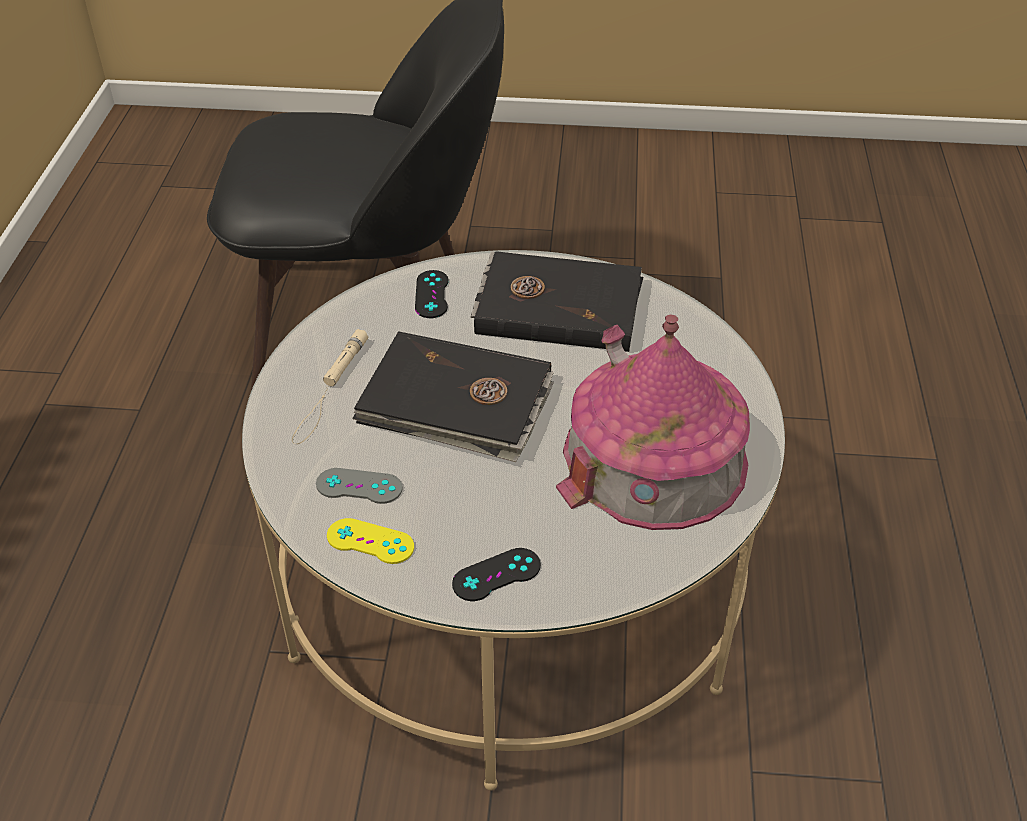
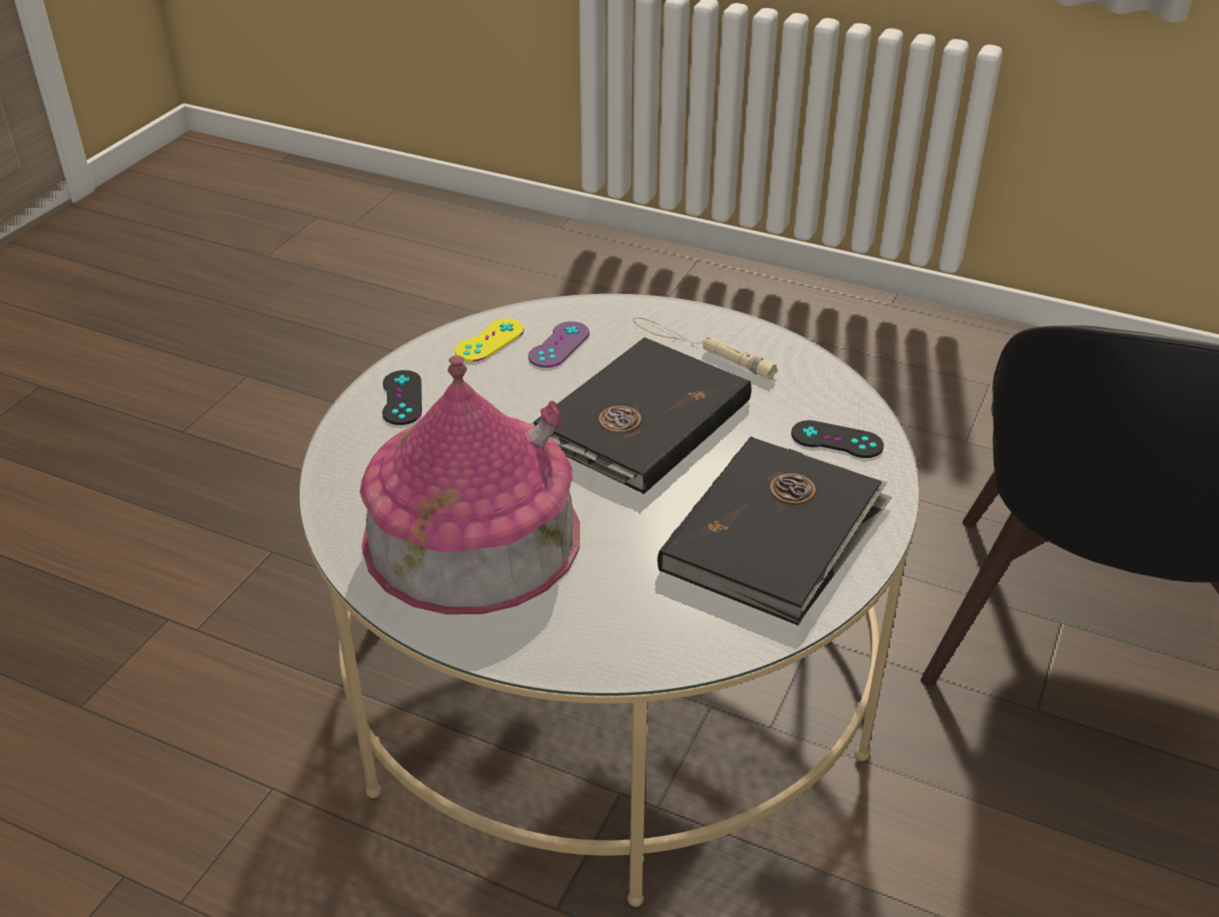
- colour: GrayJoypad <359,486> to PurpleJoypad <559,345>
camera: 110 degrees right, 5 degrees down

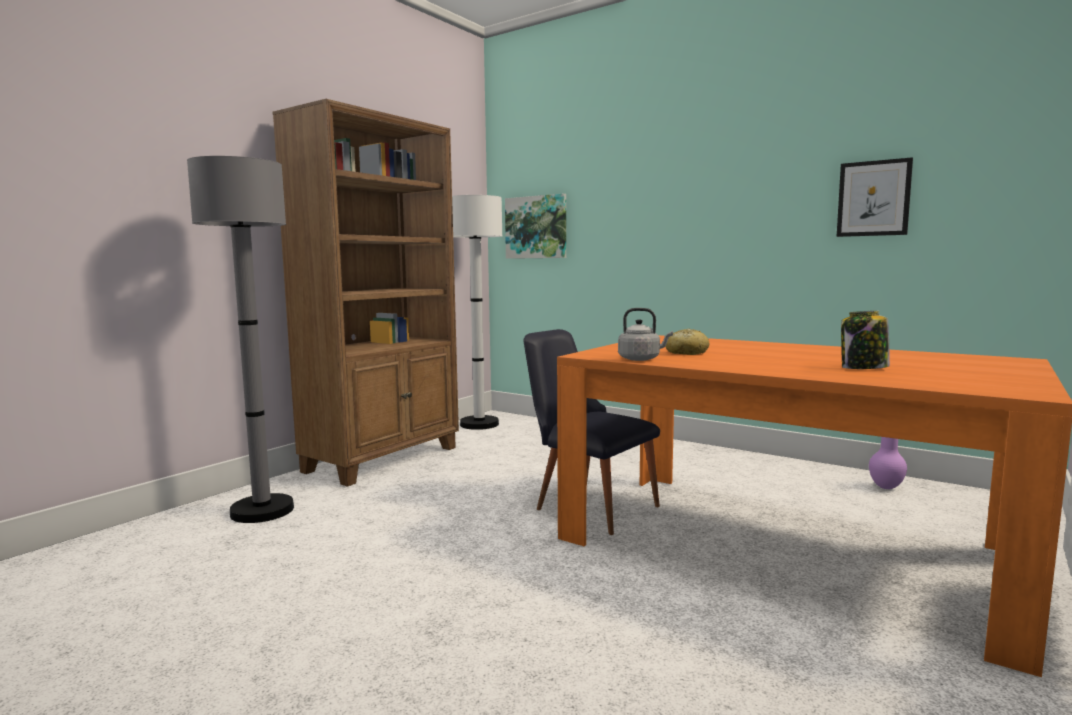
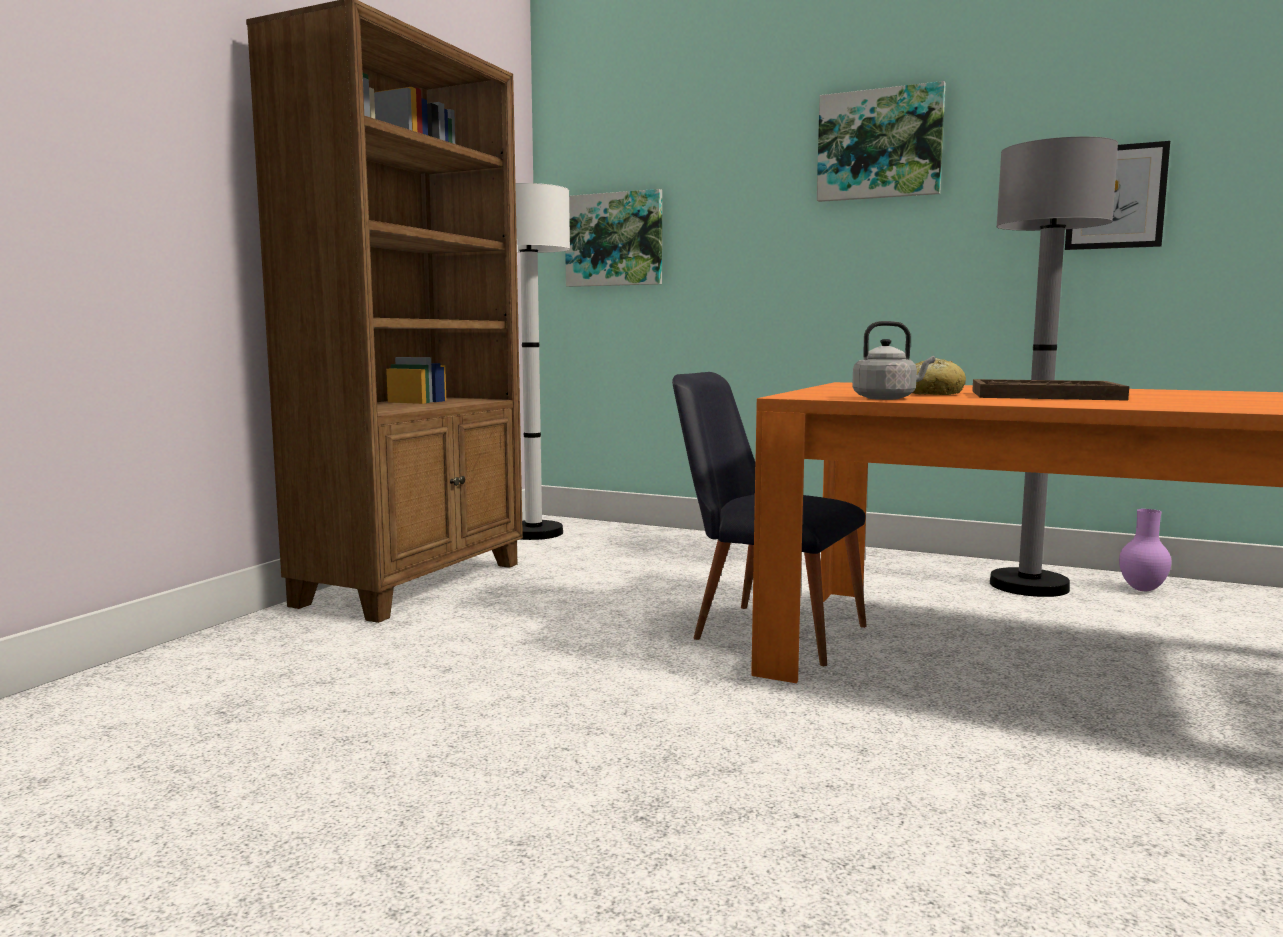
- relocated: GrayStandingLamp <262,511> to <1028,586>
- missing: PreserveJar <863,368>
- appeared: WallPicture <879,144>
- appeared: BrownCarryingTray <1044,395>
camera: 10 degrees left, 0 degrees up

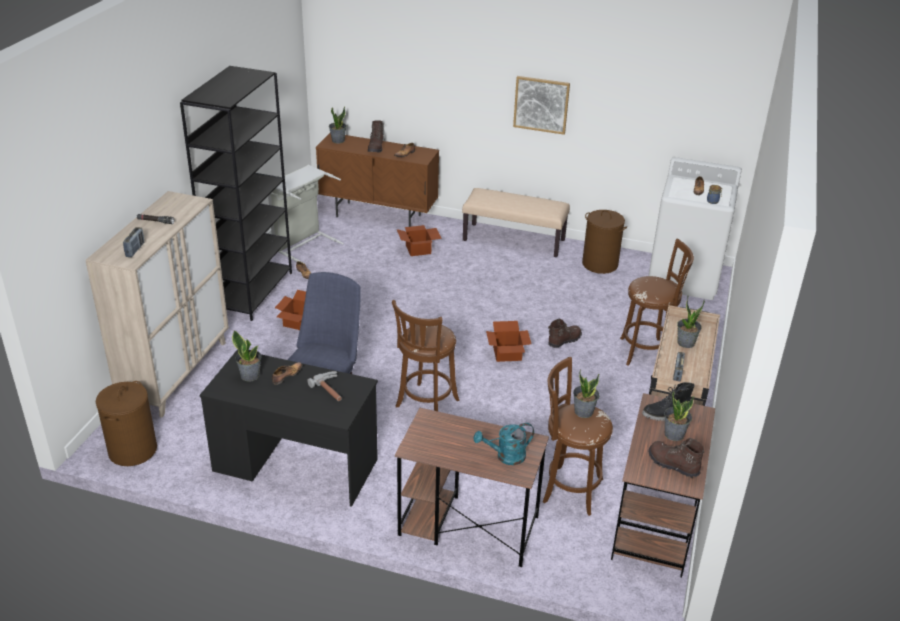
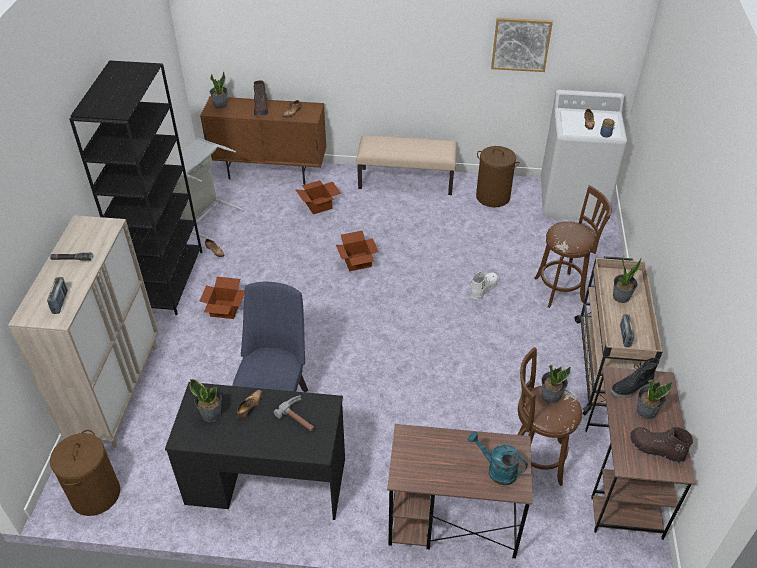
- relocated: WallPicture <541,104> to <521,44>
- missing: BrownStoolSeat <425,405>
- colour: BrownBoot <563,340> to WhiteColouredBoot <483,289>
- relocated: CardboardBox <507,354> to <357,262>
- spun: TurquoiseWateringCan <505,457> = <497,470> 60 degrees clockwise
camera: 10 degrees left, 10 degrees up

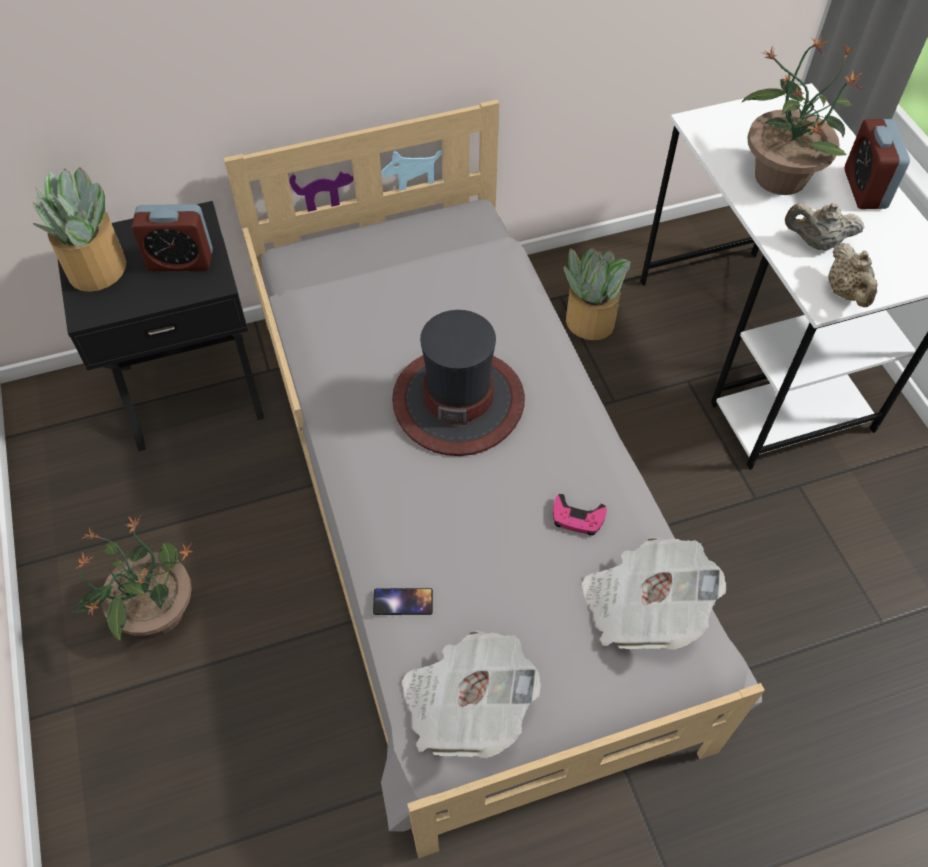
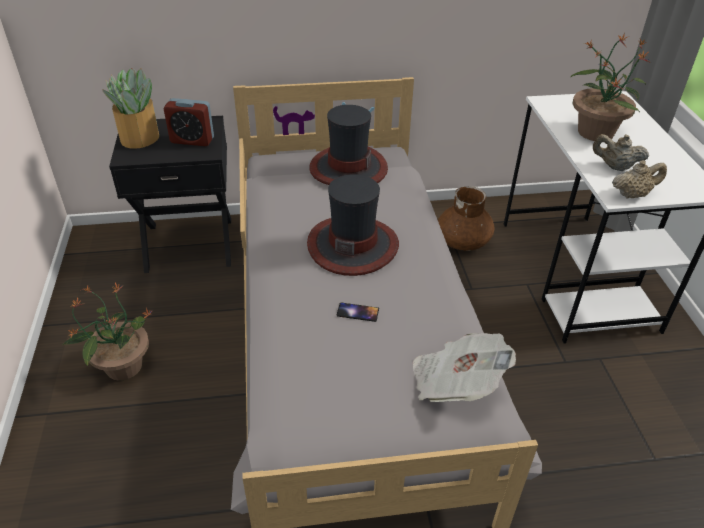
- missing: TableClock <864,189>
- spun: BeigeTeapot <846,293> = <632,195> 105 degrees counterclockwise
- exchanged: PlantInAPot <589,321> to BrownFlowerVase <463,241>
- missing: PinkColouredJoypad <577,518>
- relocated: Telephone <403,601> to <357,312>
- missing: Newspaper <466,705>
- appeared: WearableHat <348,168>
camera: 10 degrees right, 15 degrees down

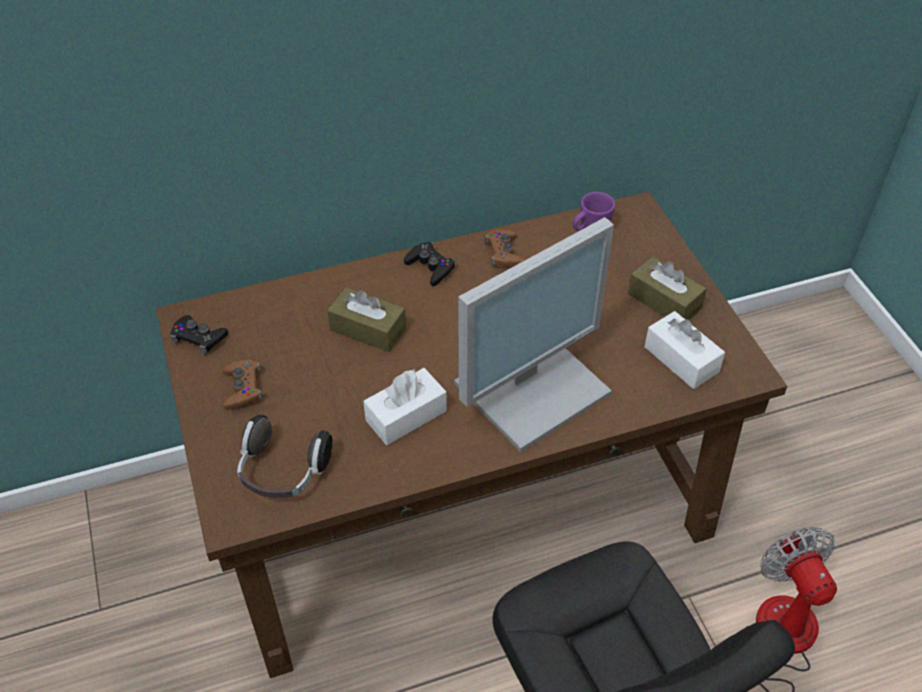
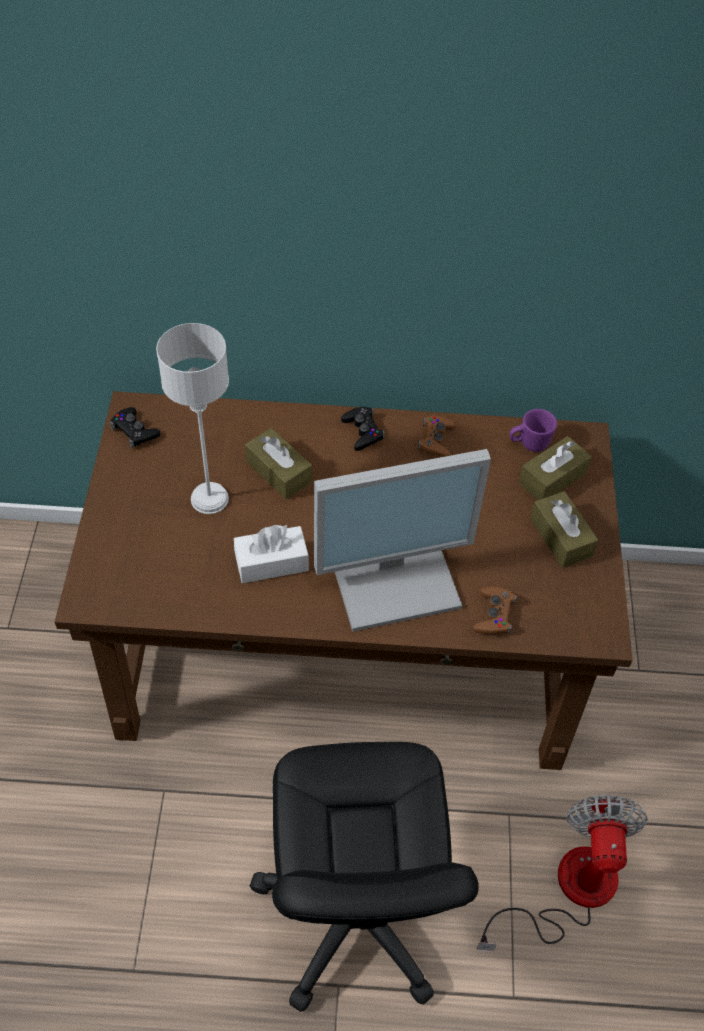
- missing: WhiteColouredTissueHolder <681,359>
- relocated: BrownJoypad <243,388> to <494,615>
- missing: PairOfHeadphones <283,472>
- appeared: GrayLampForATable <209,498>
- appeared: BrownTissueHolder <552,478>
camera: 20 degrees right, 5 degrees up

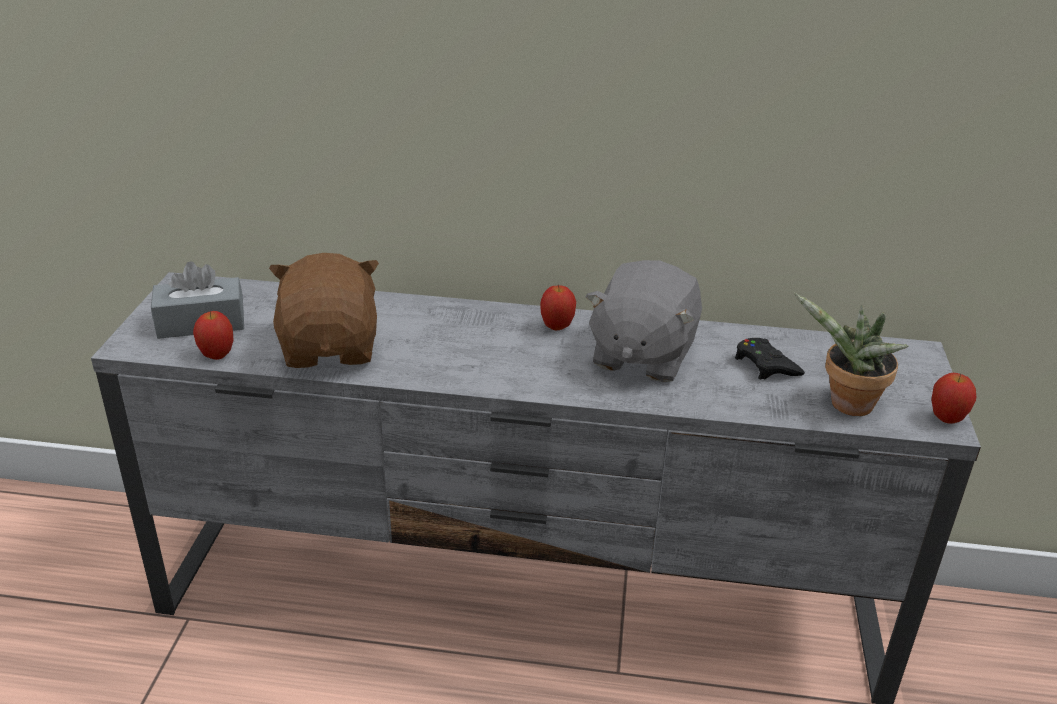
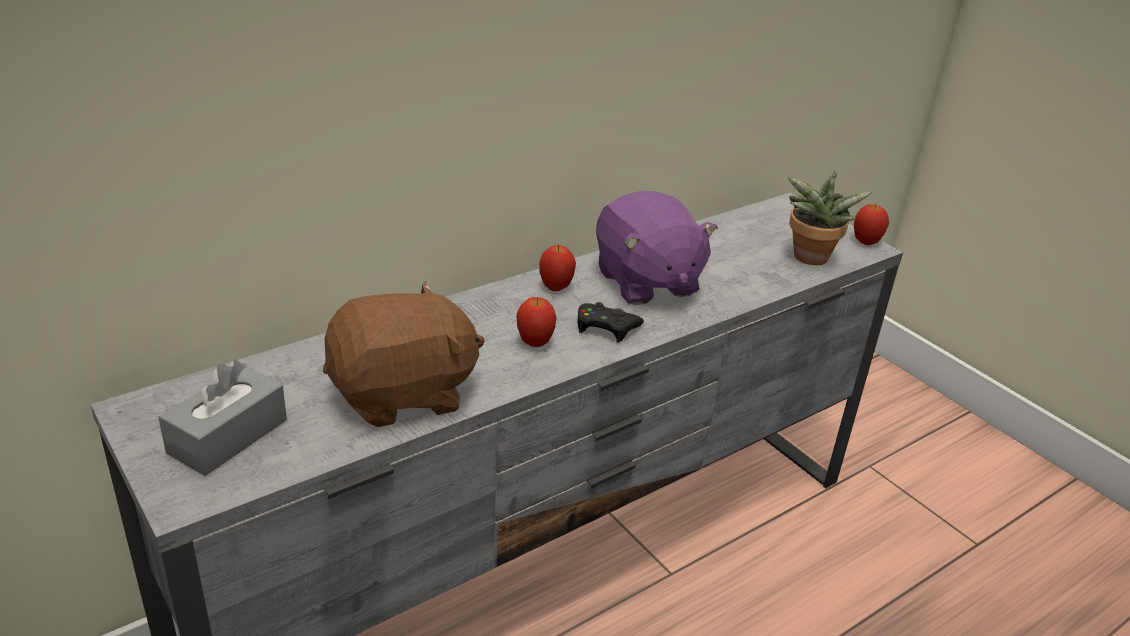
- spun: BrownSoftToy <331,348> = <403,394> 120 degrees clockwise
- colour: GraySoftToy <641,355> to PurpleSoftToy <646,282>
- relocated: AppleFruit <217,355> to <535,343>
- relocated: BlackColouredJoypad <765,365> to <606,327>
camera: 45 degrees left, 0 degrees up

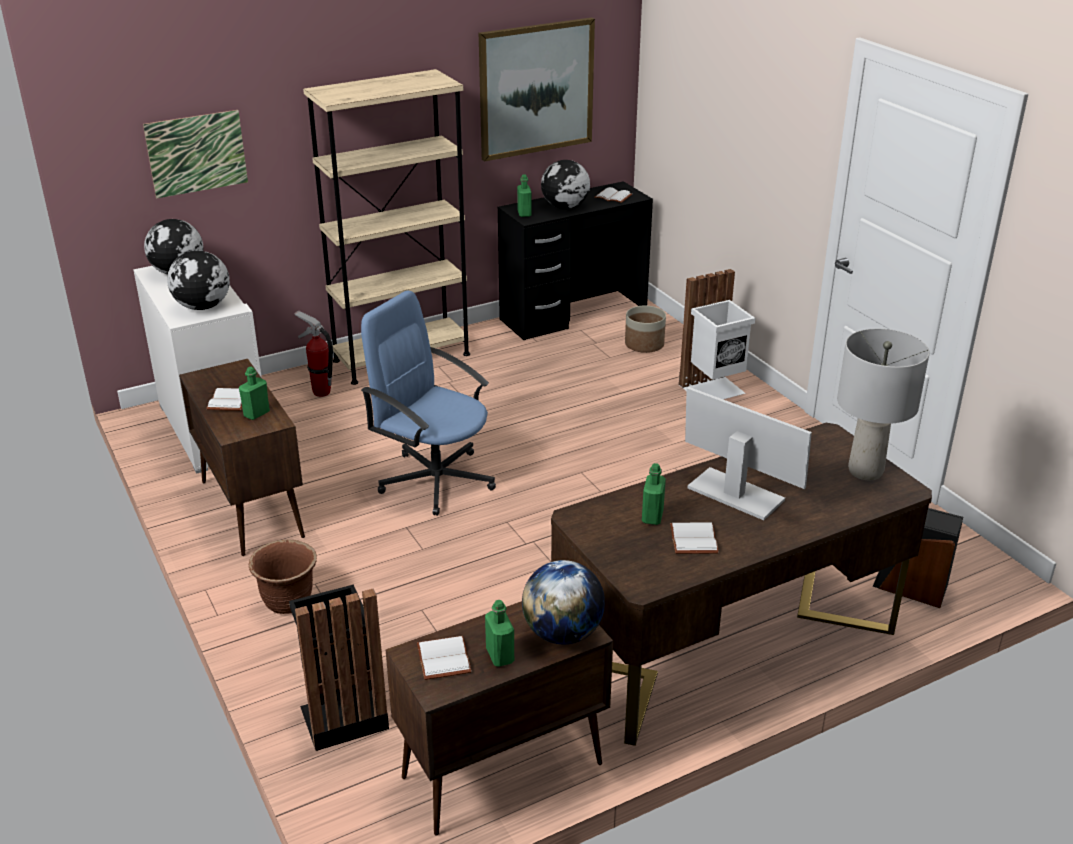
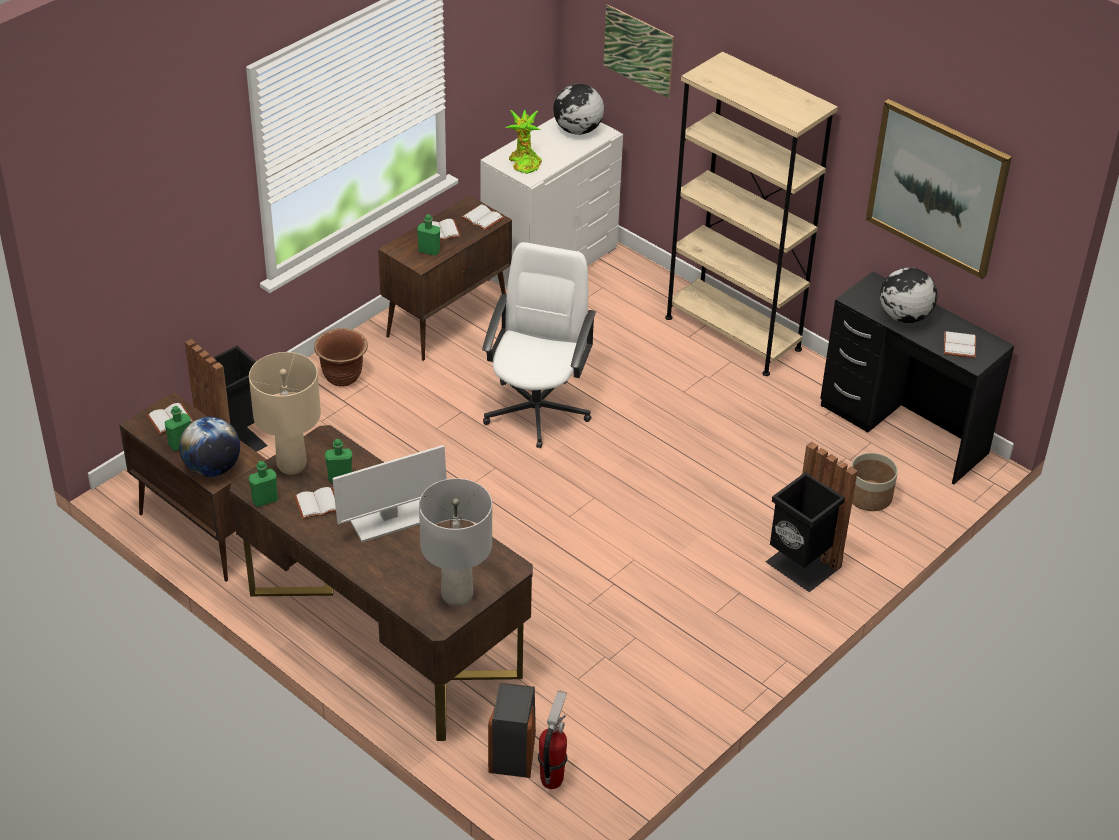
- relocated: GreenishBeverageBottle <524,213> to <265,500>
- exchanged: Globe <203,307> to PlantInAPot <524,163>
- colour: WhiteColouredTrashCan <714,390> to BlackColouredTrashCan <801,566>
- colour: BlueColouredOfficeChair <435,479> to WhiteColouredOfficeChair <537,410>
- relocated: FireExtinguisher <321,392> to <552,780>
- spun: ComputerDisplay <736,494> = <389,520> 45 degrees clockwise
- appeared: WhiteColouredVolume <481,219>
- appeared: BeigeLampForATable <292,465>
camera: 70 degrees right, 10 degrees up

